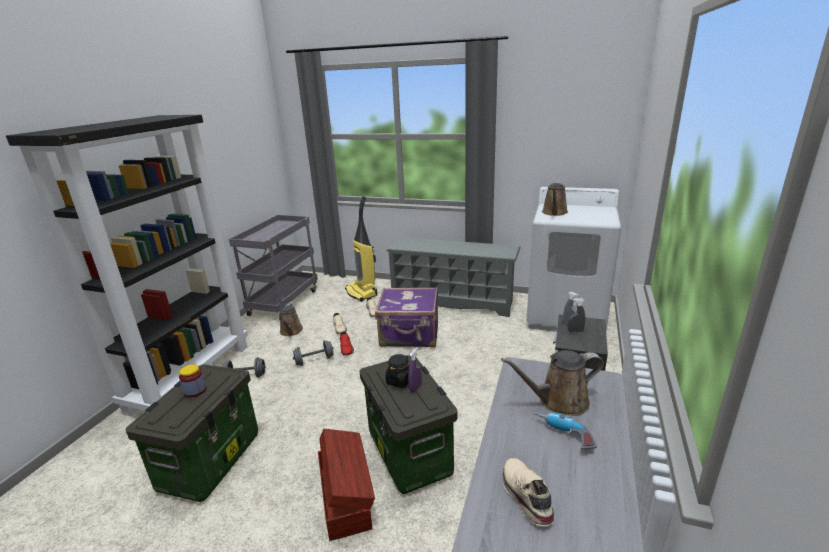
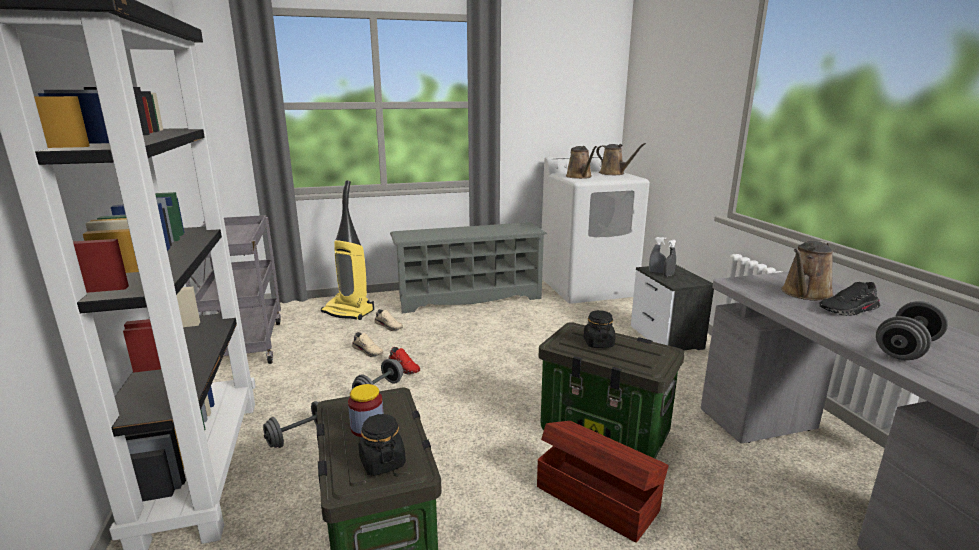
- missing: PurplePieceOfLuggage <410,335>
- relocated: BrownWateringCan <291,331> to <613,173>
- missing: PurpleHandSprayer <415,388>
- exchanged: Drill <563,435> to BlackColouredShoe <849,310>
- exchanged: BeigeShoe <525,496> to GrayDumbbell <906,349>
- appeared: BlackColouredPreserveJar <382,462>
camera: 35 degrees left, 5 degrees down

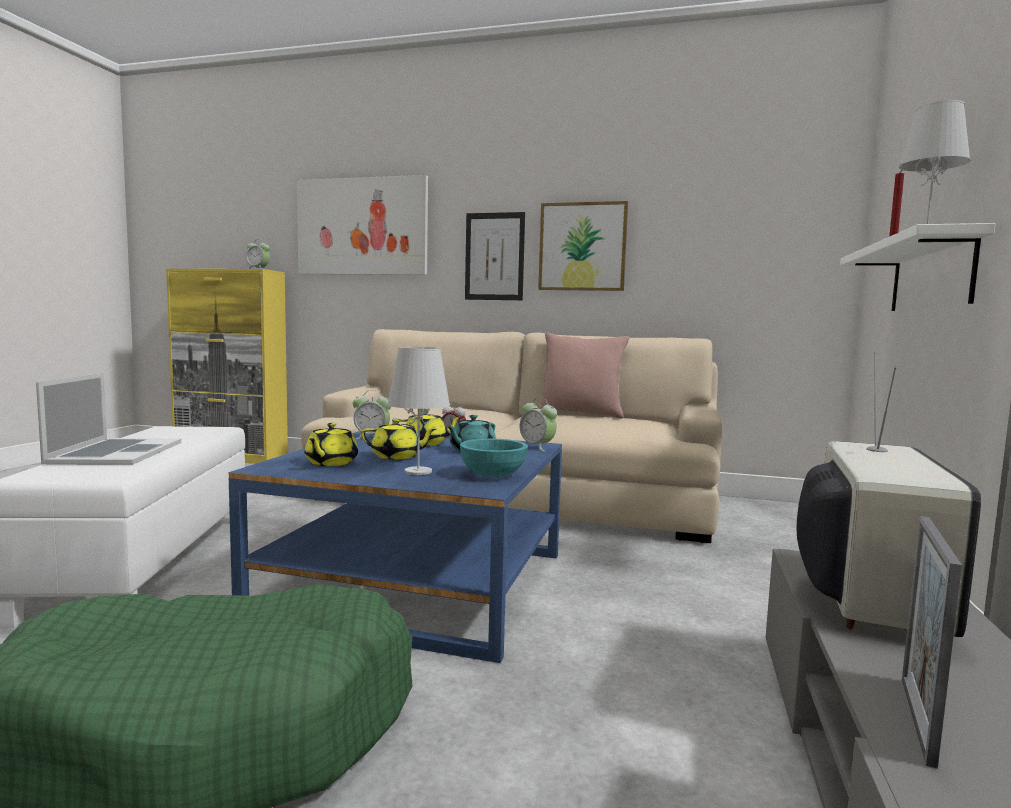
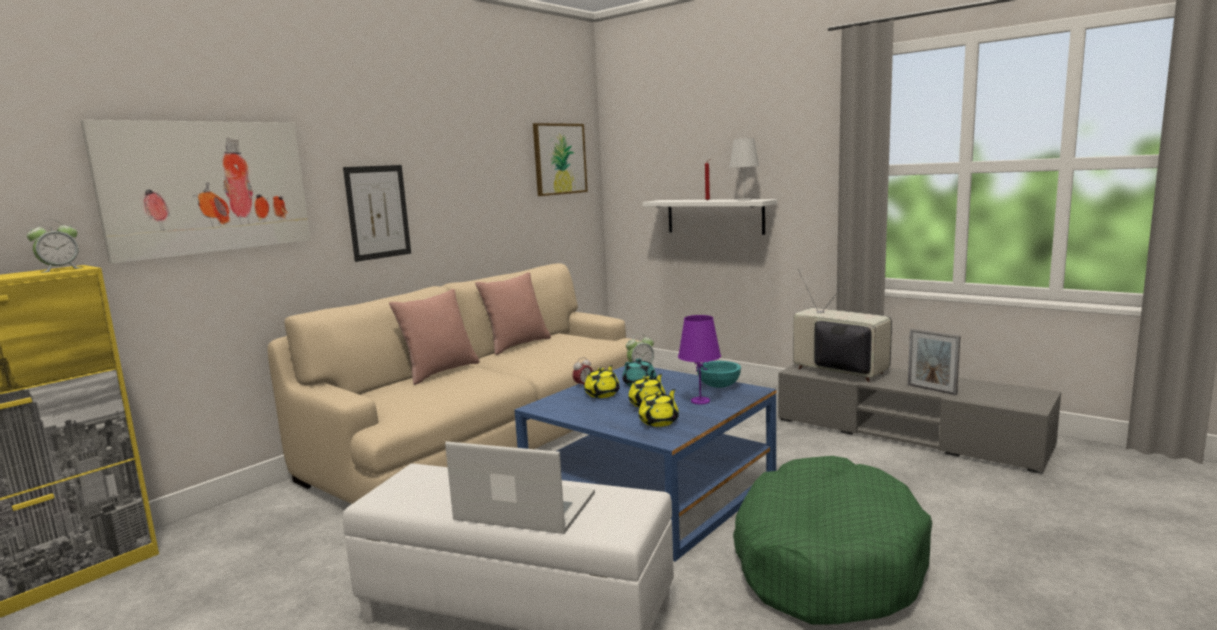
- relocated: WallPicture <582,247> to <559,159>
- colour: WhiteColouredLampForATable <418,471> to PurpleLampForATable <700,401>
- missing: TableClock <372,438>
- spun: YellowishTeapot <330,463> = <659,421> 90 degrees counterclockwise
- appeared: PinkColouredPillow <440,372>
camera: 65 degrees left, 5 degrees up

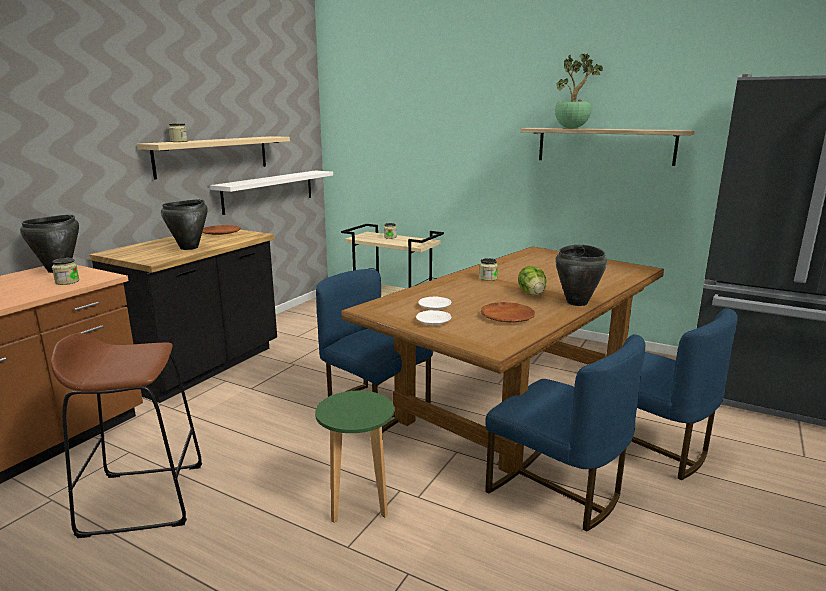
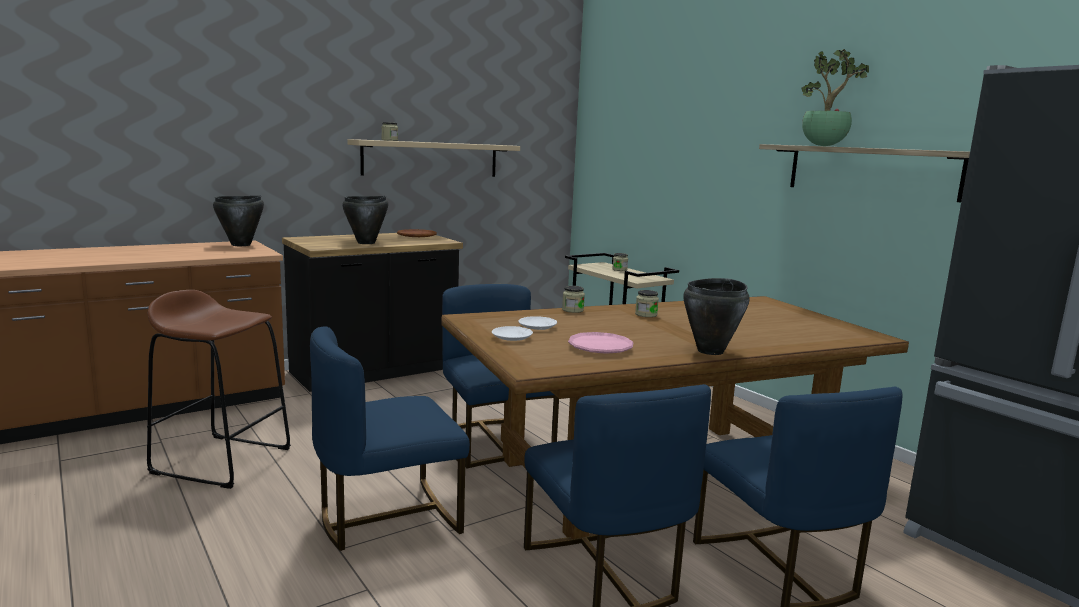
- missing: WhiteColouredWallShelf <269,191>
- relocated: PreserveJar <67,282> to <572,310>
- missing: LettuceHead <532,293>
- colour: BrownDinnerPlate <507,316> to PinkColouredDinnerPlate <600,348>
- exchanged: GreenishStoolSeat <357,502> to BlueColouredUprightChair <387,517>
camera: 25 degrees right, 5 degrees down

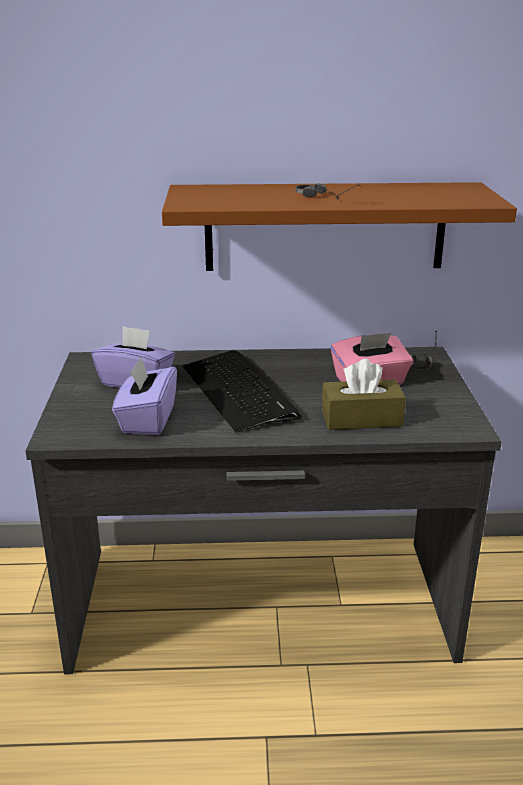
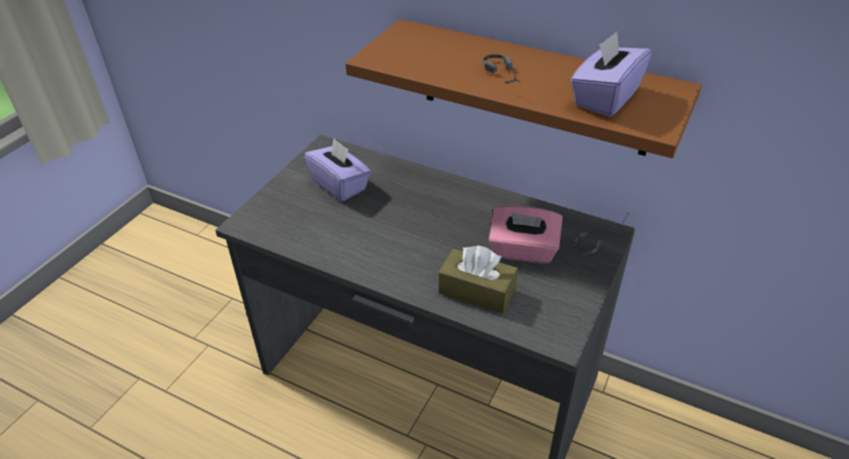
- missing: Keyboard <239,391>
- relocated: PurpleTissueHolder <147,419> to <605,98>
camera: 30 degrees right, 15 degrees up

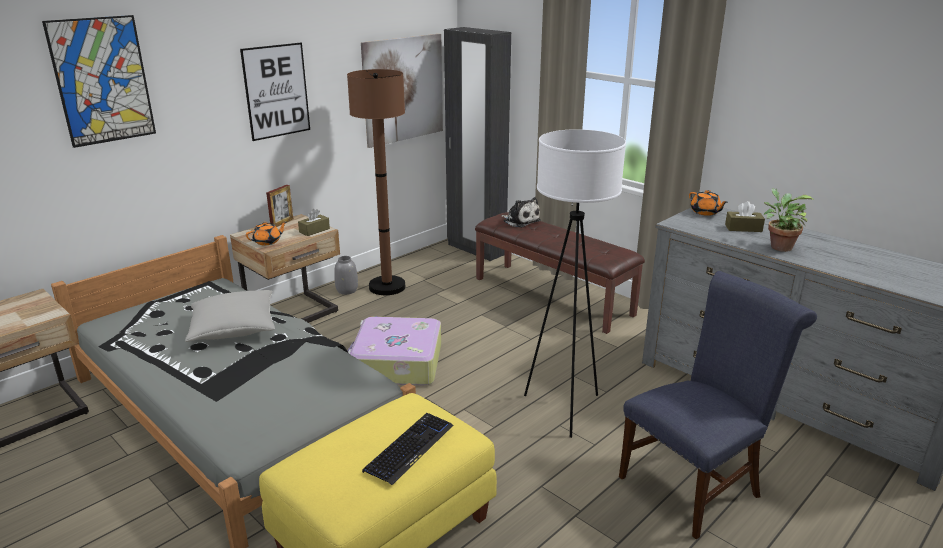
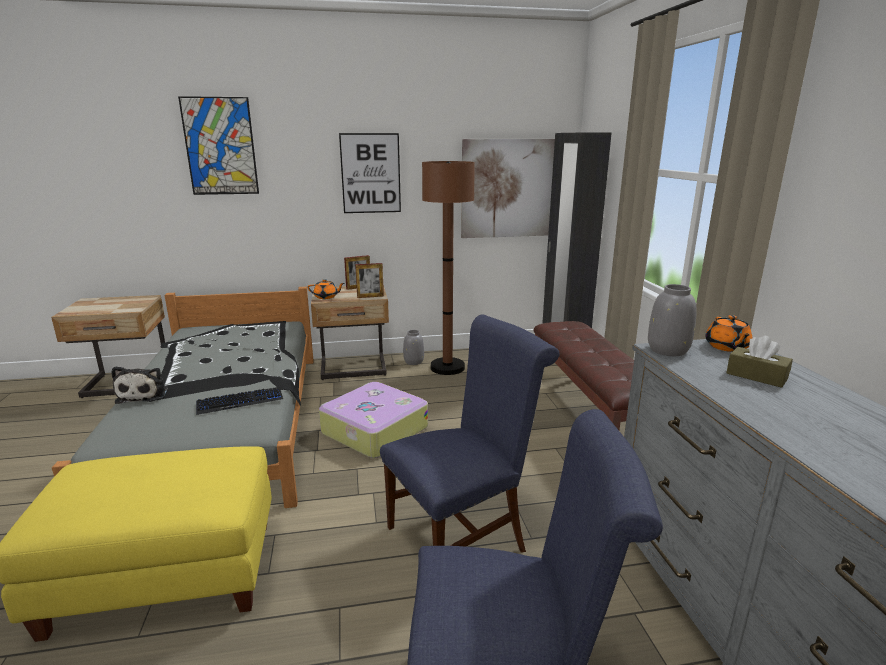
- exchanged: WhiteColouredStandingLamp <564,409> to BlueColouredUprightChair <463,536>
- missing: PlantInAPot <778,246>
- relocated: SoftToy <520,221> to <144,394>
- exchanged: BrownTissueHolder <314,230> to PhotoFrame <370,296>
- missing: GrayPillow <233,328>
- relocated: Keyboard <409,448> to <240,401>
- appeared: GrayFlowerVase <667,350>
camera: 35 degrees right, 5 degrees down

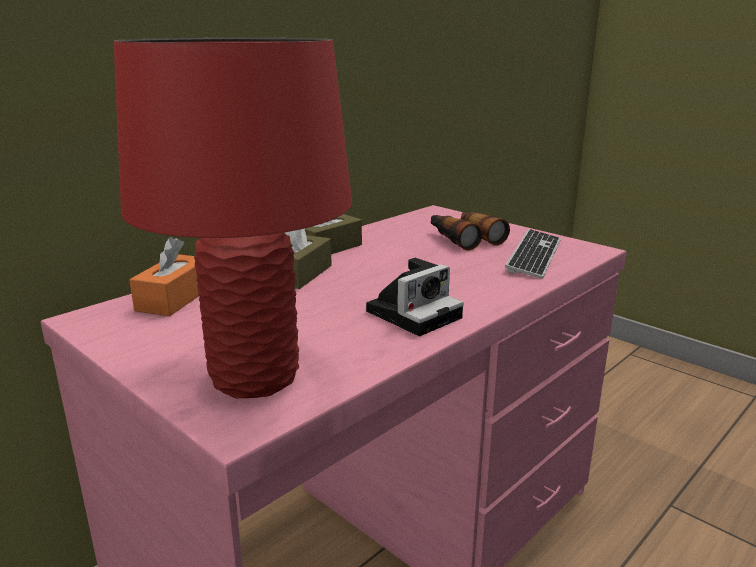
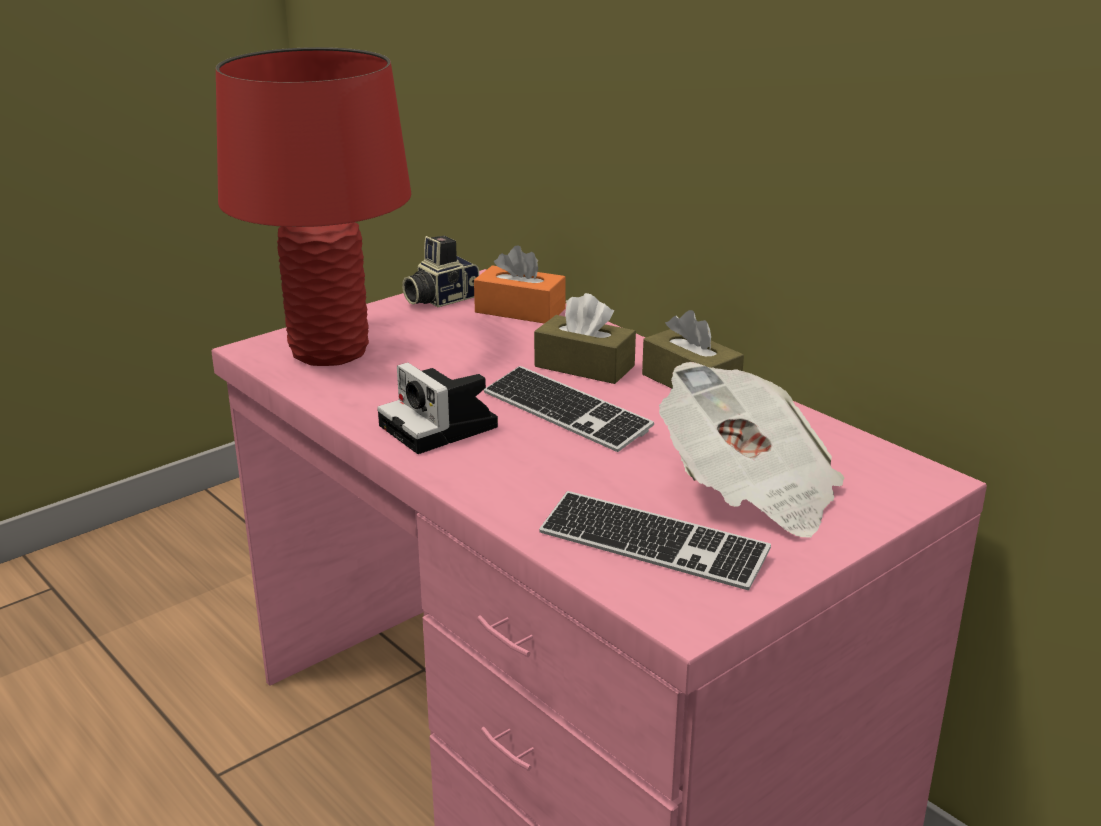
- exchanged: FieldGlasses <465,238> to Newspaper <750,491>
- appeared: StillCamera <439,299>
- appeared: Keyboard <566,412>
camera: 95 degrees right, 5 degrees up

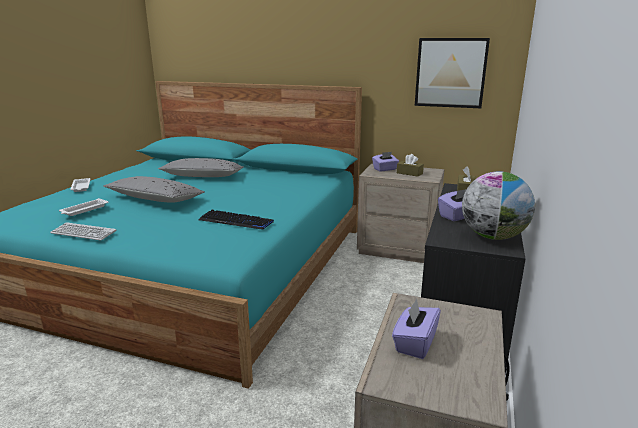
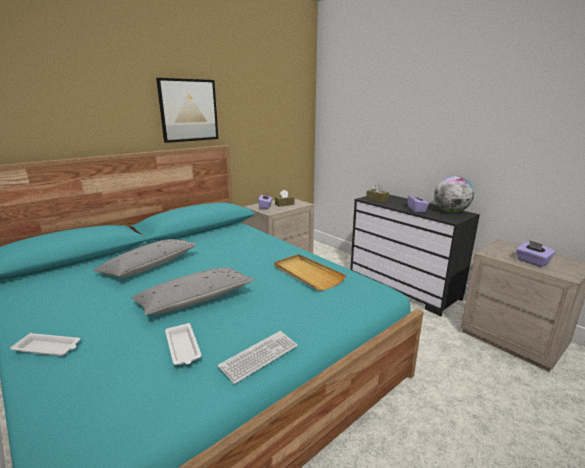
- relocated: WallPicture <450,73> to <188,110>
- exchanged: Keyboard <236,221> to BeigeCarryingTray <307,274>
camera: 60 degrees left, 0 degrees up

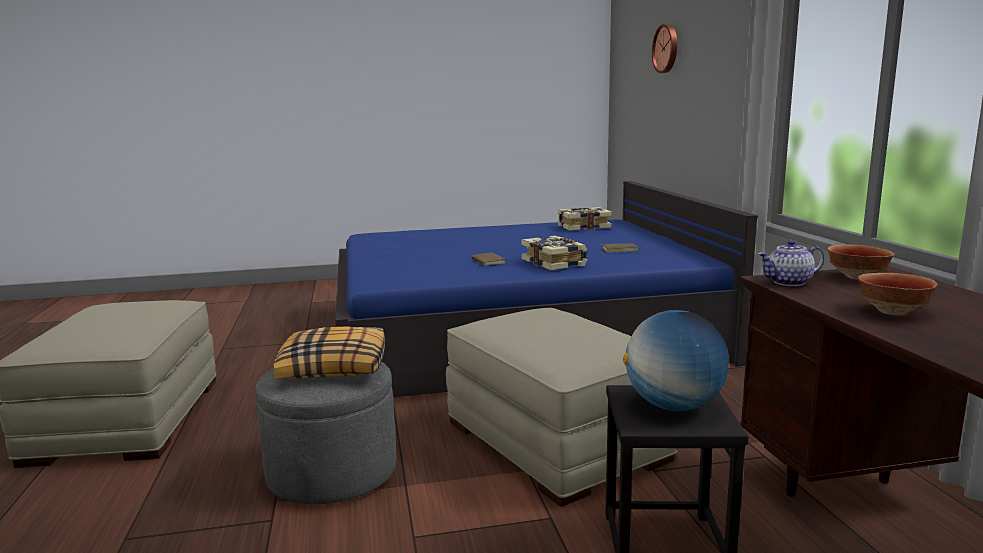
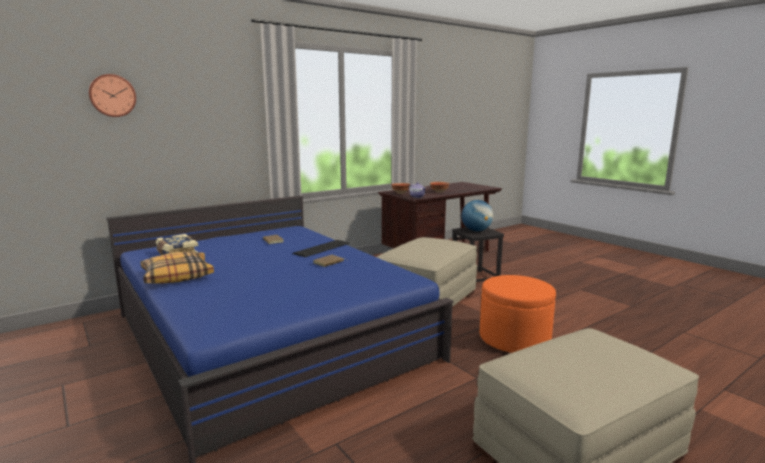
- exchanged: Volume <554,263> to Keyboard <323,248>
- relocated: Pillow <334,367> to <177,276>
- colour: GrayPouffe <332,472> to OrangeColouredPouffe <514,338>
camera: 115 degrees left, 0 degrees up

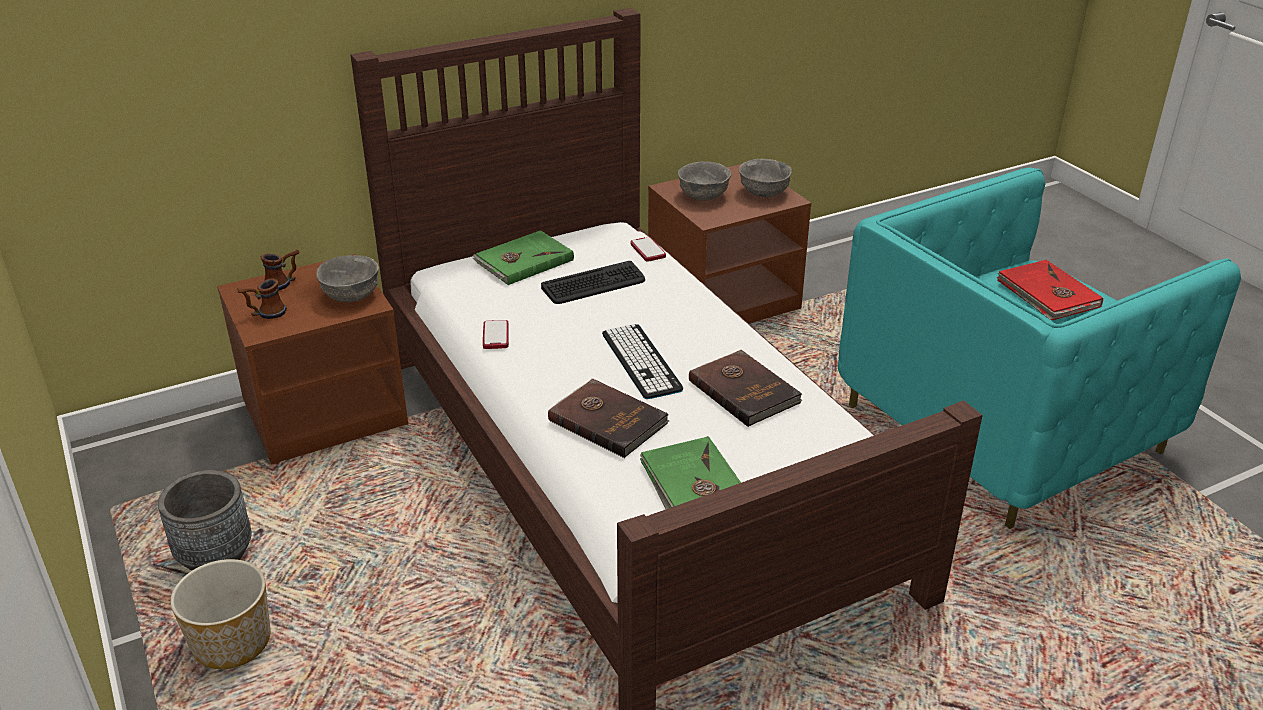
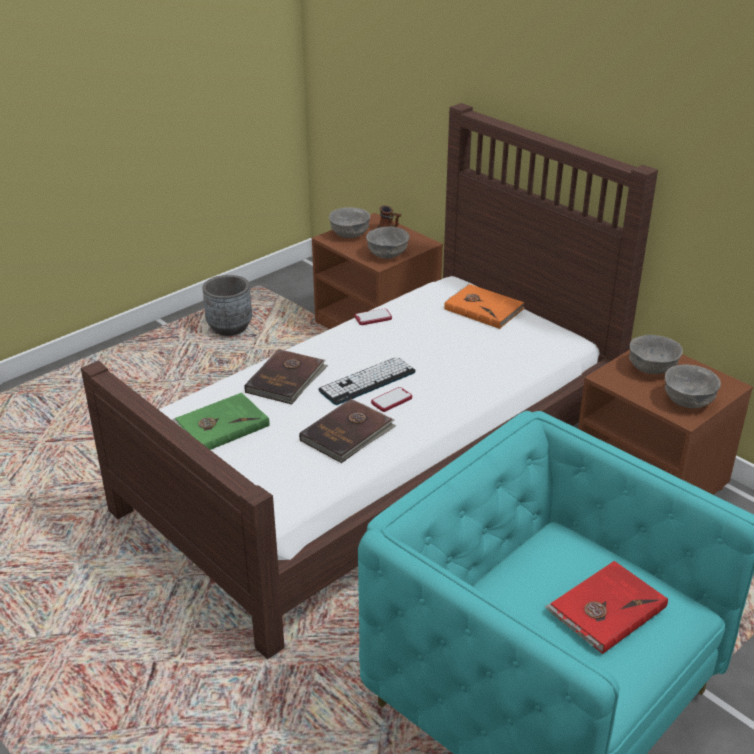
- colour: GreenishVolume <523,261> to OrangeColouredVolume <483,308>
- relocated: Telephone <648,250> to <391,400>
- missing: Keyboard <594,284>
- exchanged: Mug <265,313> to GrayServingBowl <350,234>
- missing: Planter <230,643>
camera: 75 degrees right, 0 degrees up

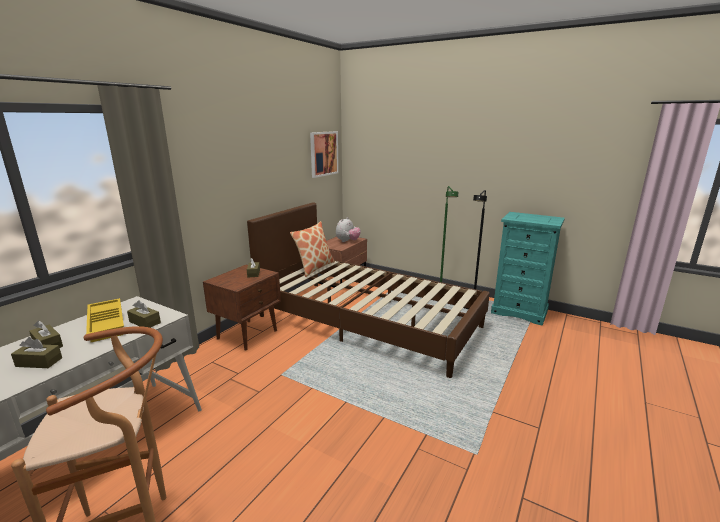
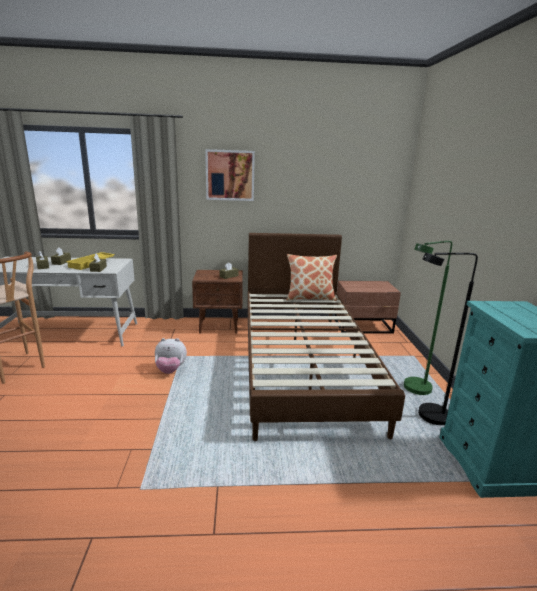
- relocated: WallPicture <323,153> to <230,175>
- relocated: SoftToy <347,241> to <170,370>
camera: 55 degrees right, 0 degrees up

